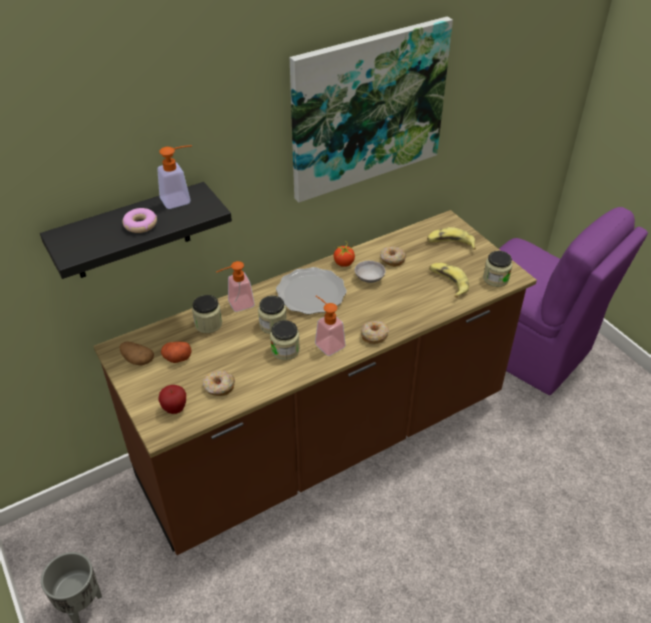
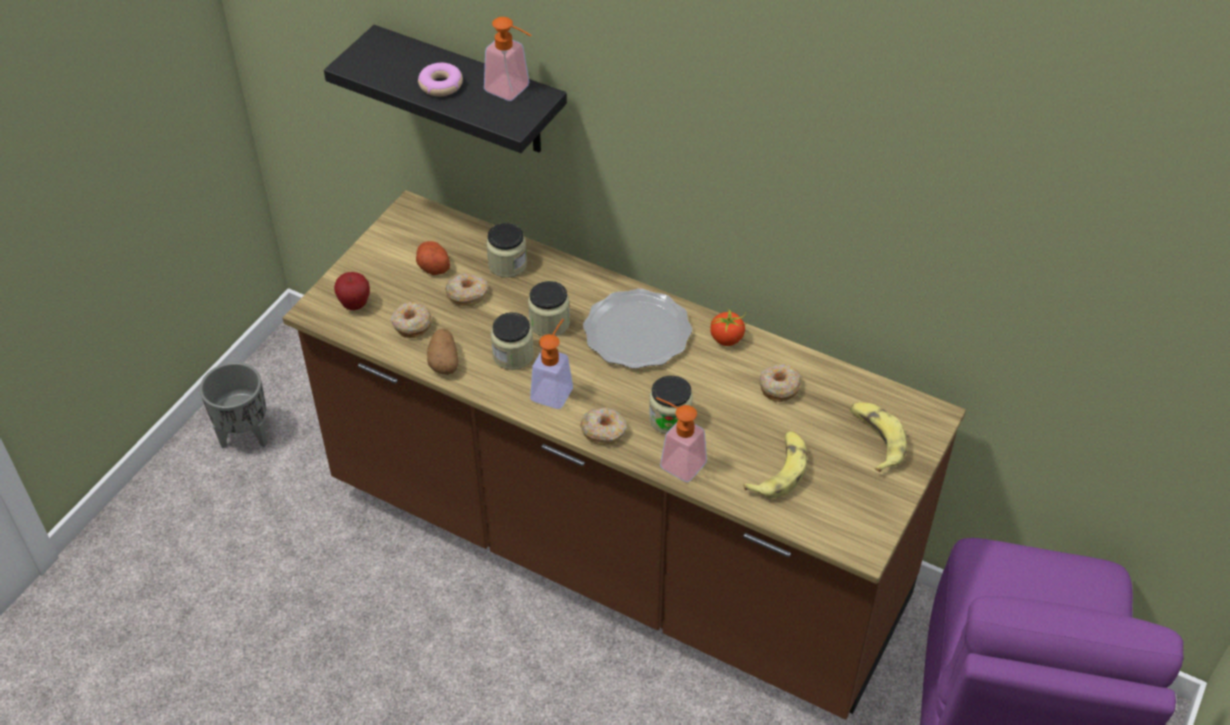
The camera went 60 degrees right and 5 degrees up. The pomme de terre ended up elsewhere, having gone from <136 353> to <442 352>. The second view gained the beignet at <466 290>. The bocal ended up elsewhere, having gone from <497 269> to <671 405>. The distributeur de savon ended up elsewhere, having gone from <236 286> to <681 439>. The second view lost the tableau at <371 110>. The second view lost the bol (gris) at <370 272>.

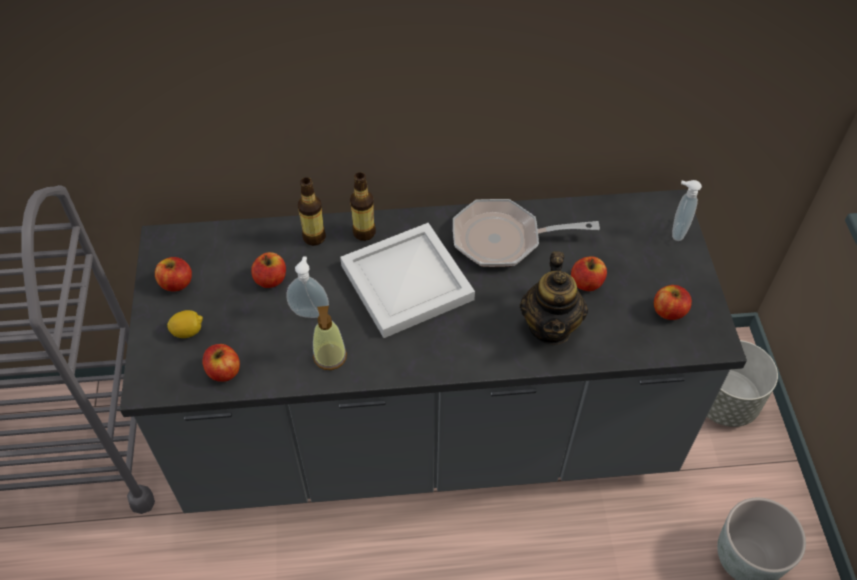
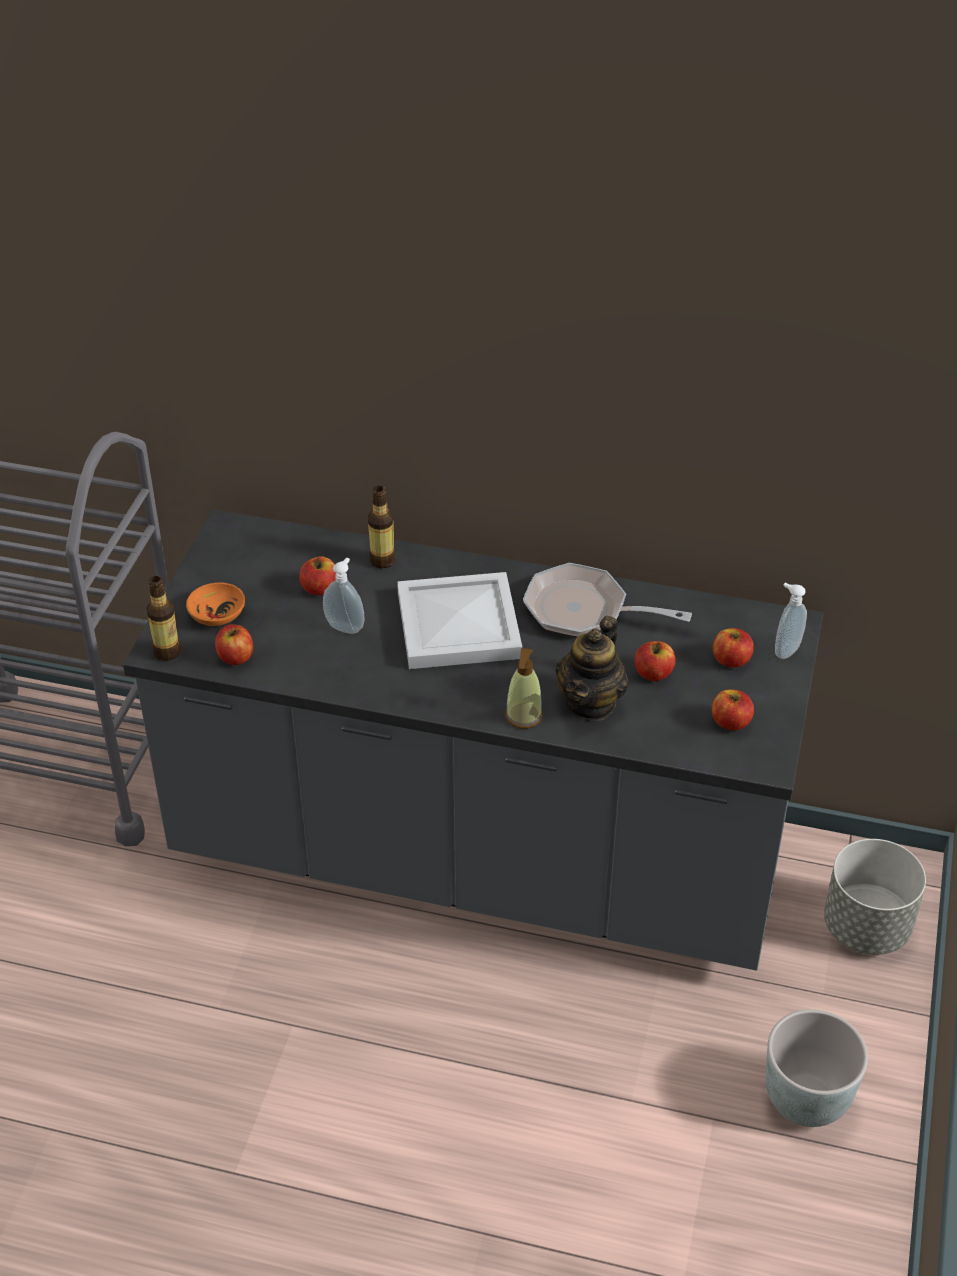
The camera went 20 degrees right and 10 degrees down. The bouteille ended up elsewhere, having gone from <363 206> to <163 618>. Where the citron stood at <185 324>, the bol (orange) came to stand at <215 604>. The distributeur de savon ended up elsewhere, having gone from <330 338> to <524 688>. The pomme ended up elsewhere, having gone from <173 274> to <733 648>.

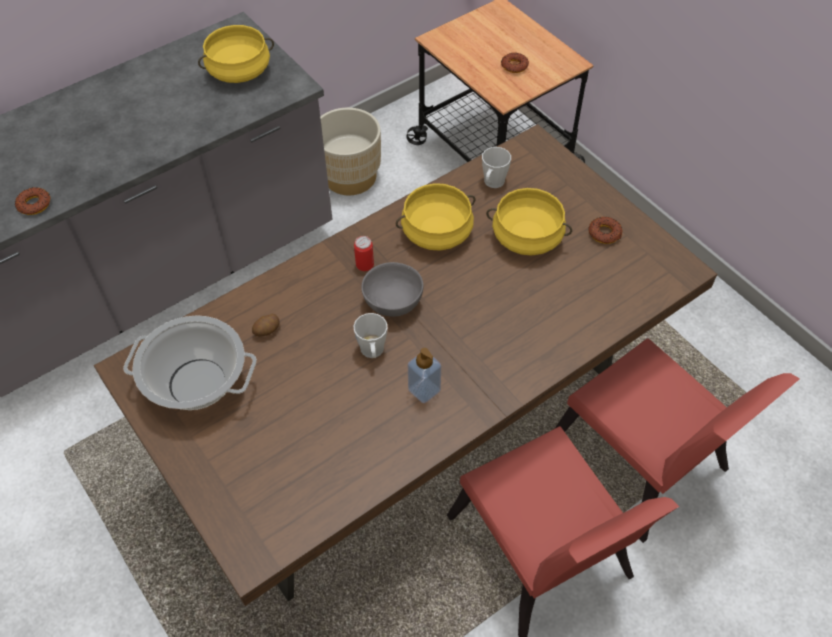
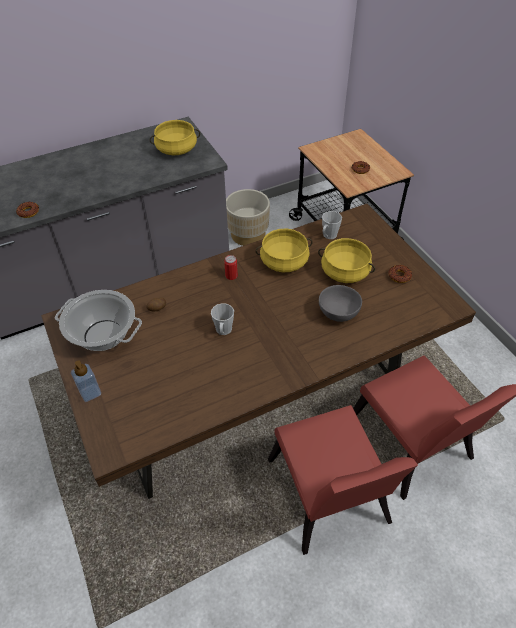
The camera went 10 degrees right and 5 degrees down. The distributeur de savon ended up elsewhere, having gone from <424 375> to <86 381>. The bol (gris) ended up elsewhere, having gone from <392 289> to <340 303>.

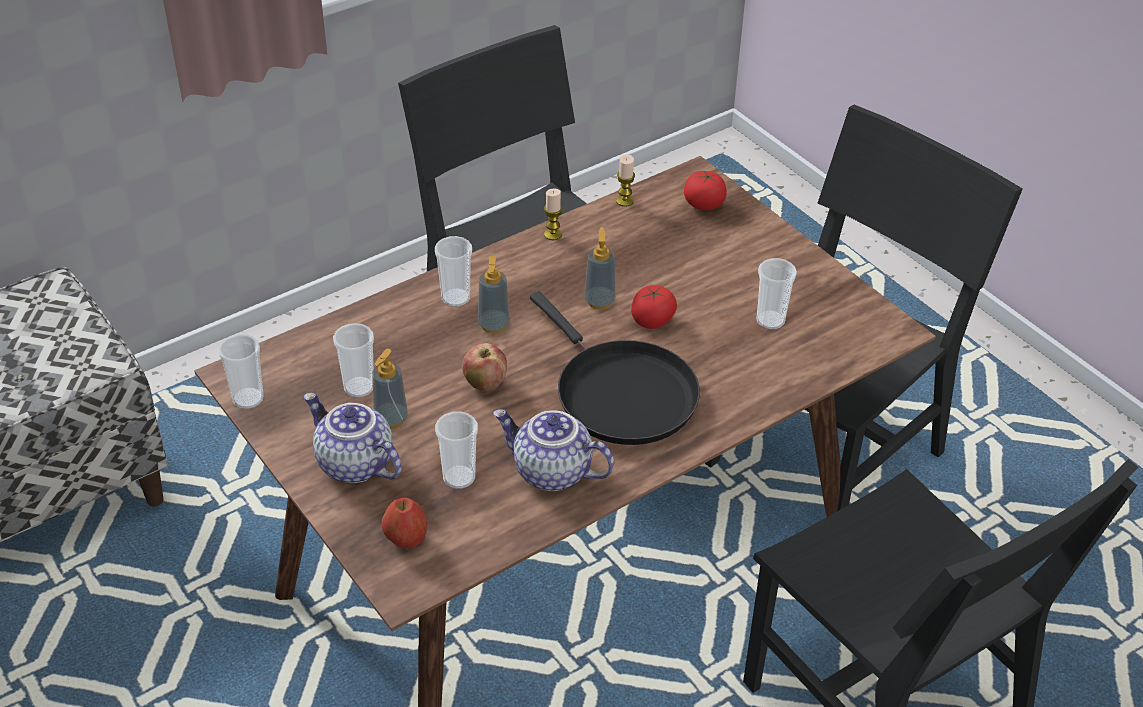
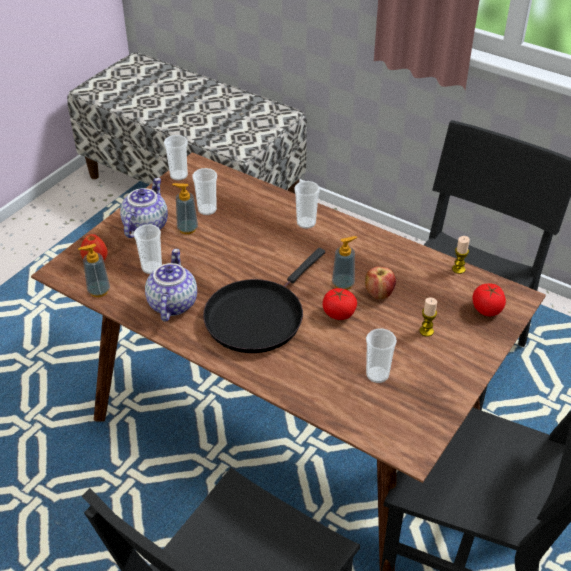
The camera went 70 degrees right and 0 degrees up. The distributeur de savon ended up elsewhere, having gone from <494 294> to <94 270>. The pomme ended up elsewhere, having gone from <484 367> to <380 283>. The bougie ended up elsewhere, having gone from <553 214> to <428 317>.

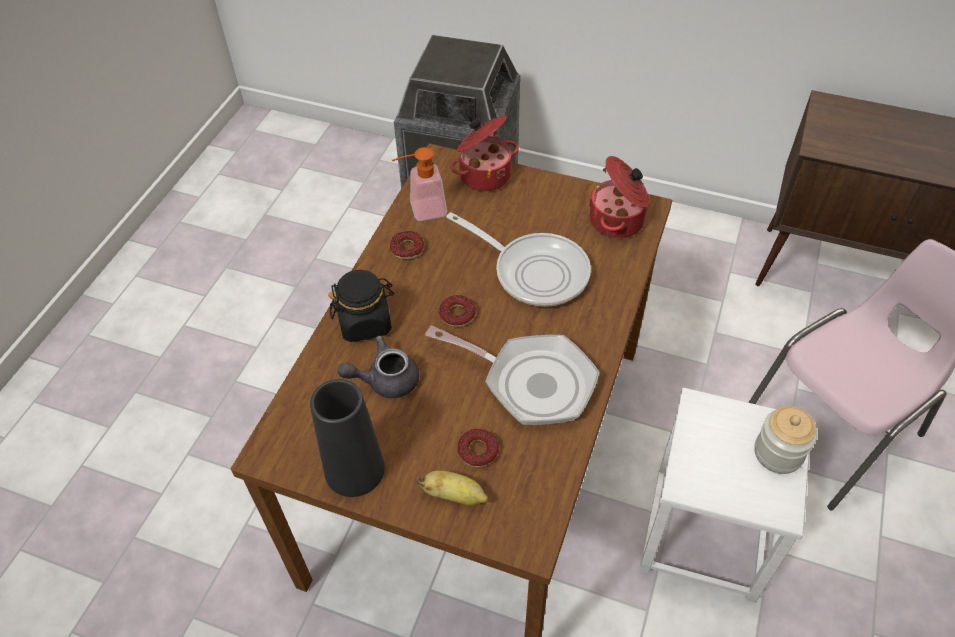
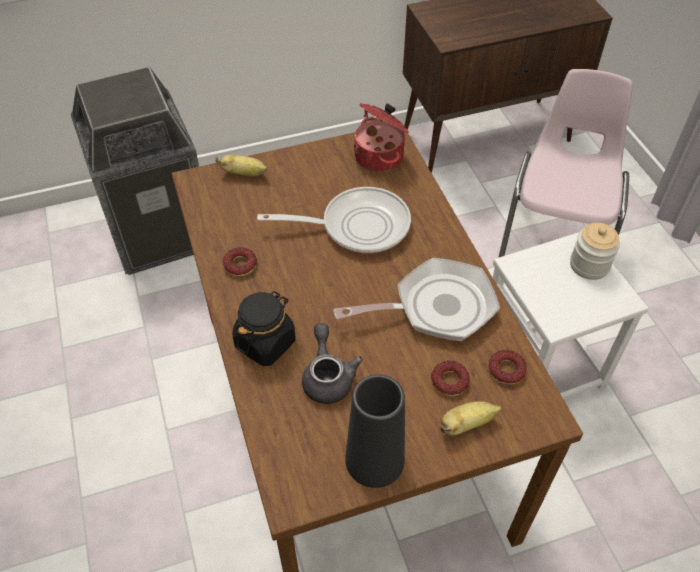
The camera went 40 degrees left and 0 degrees up. Where the marmite stood at <484 153>, the banane came to stand at <241 166>. The théière (gris) at <378 367> ended up facing another way, 135 degrees clockwise from before. The beignet ended up elsewhere, having gone from <457 311> to <507 367>. The second view lost the distributeur de savon at <419 184>.

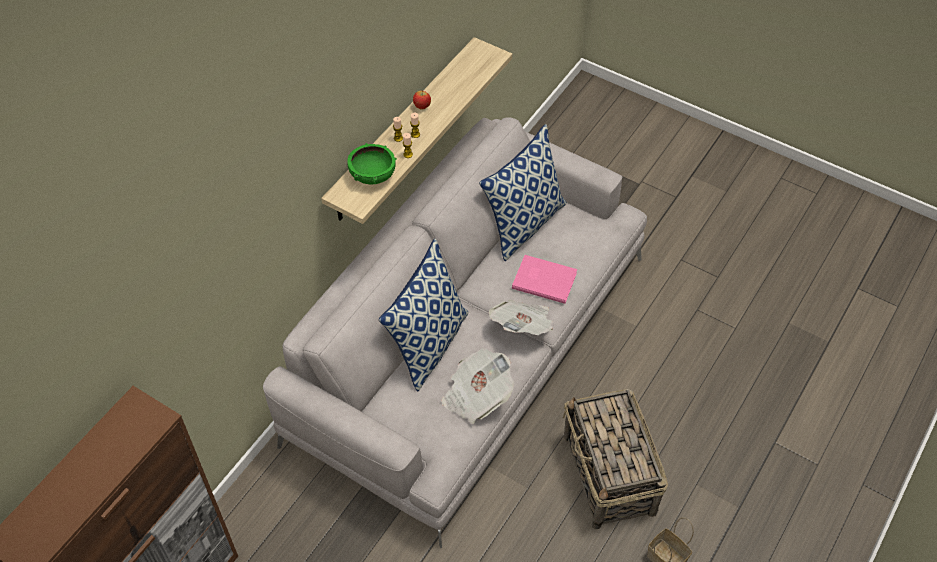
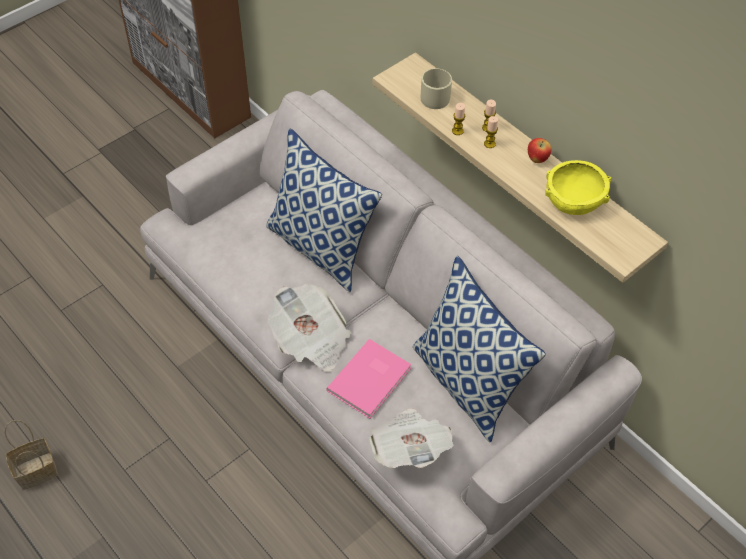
The camera went 105 degrees right and 0 degrees up. The journal ended up elsewhere, having gone from <477 386> to <411 438>. Where the bol (vert) stood at <372 163>, the mug (beige) came to stand at <436 89>. The second view gained the bol (jaune) at <578 187>. The second view lost the panier at <615 459>.

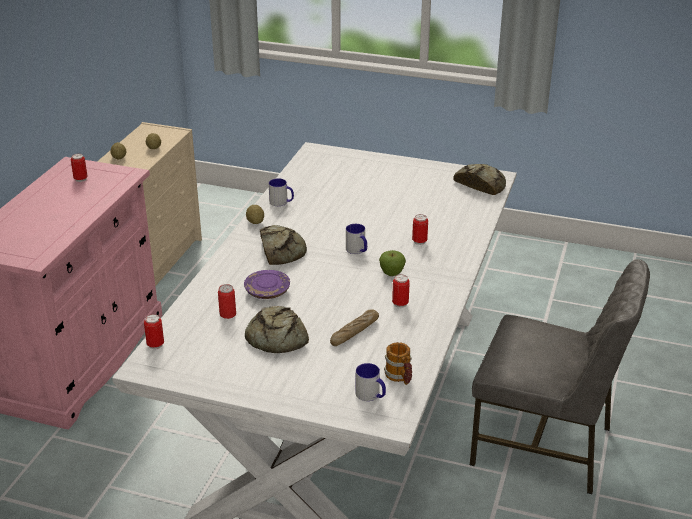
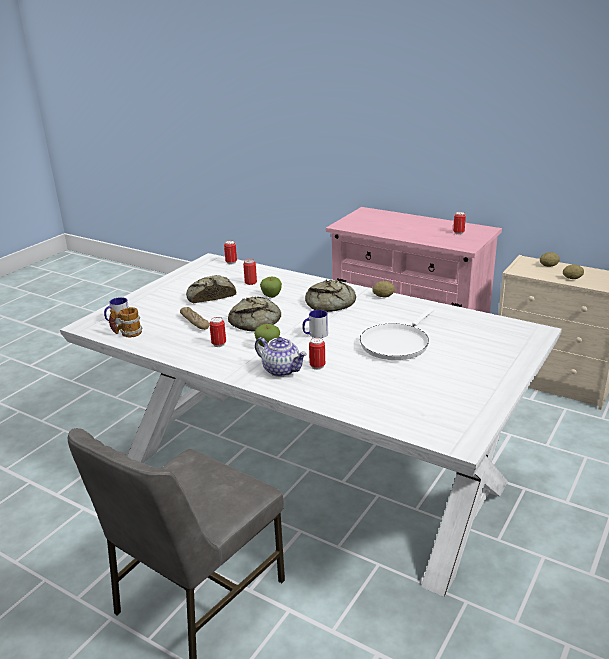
The camera went 105 degrees right and 5 degrees down. The pain ended up elsewhere, having gone from <479 179> to <254 314>. The second view gained the théière at <281 357>. Where the assiette (violet) stood at <267 284>, the pomme came to stand at <271 287>. The second view gained the poêle (blanc) at <397 334>. The second view lost the mug at <281 192>.

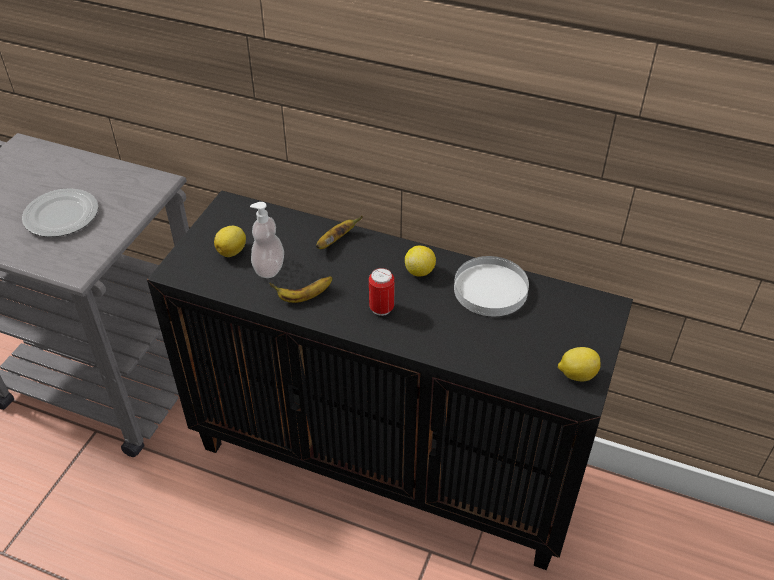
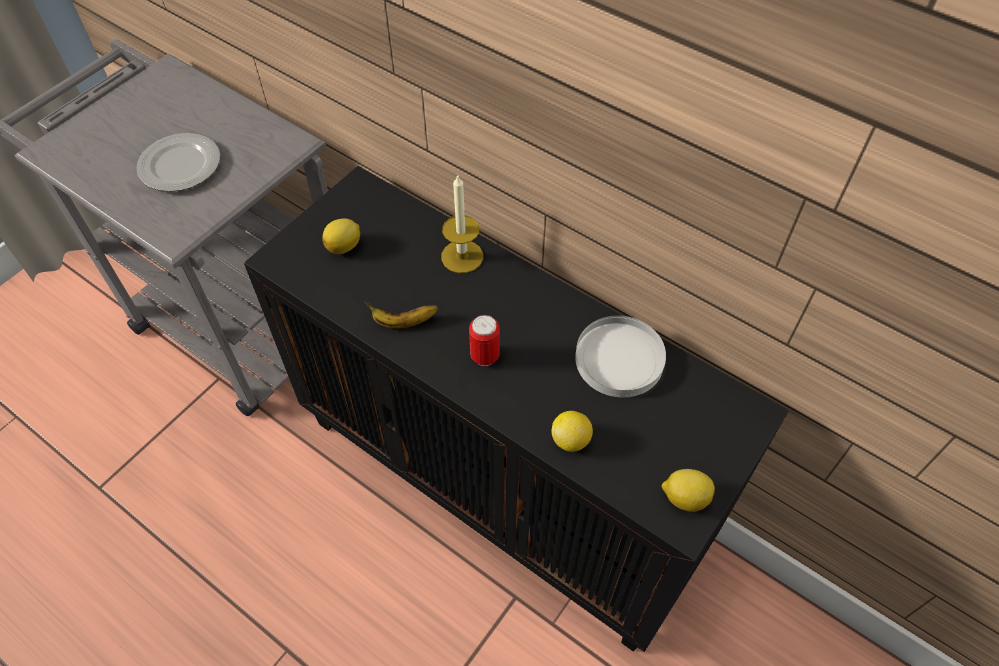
The camera went 15 degrees right and 10 degrees up. Where the banane stood at <339 232>, the bougie came to stand at <462 223>. The citron ended up elsewhere, having gone from <420 261> to <572 431>. The second view lost the distributeur de savon at <267 240>.

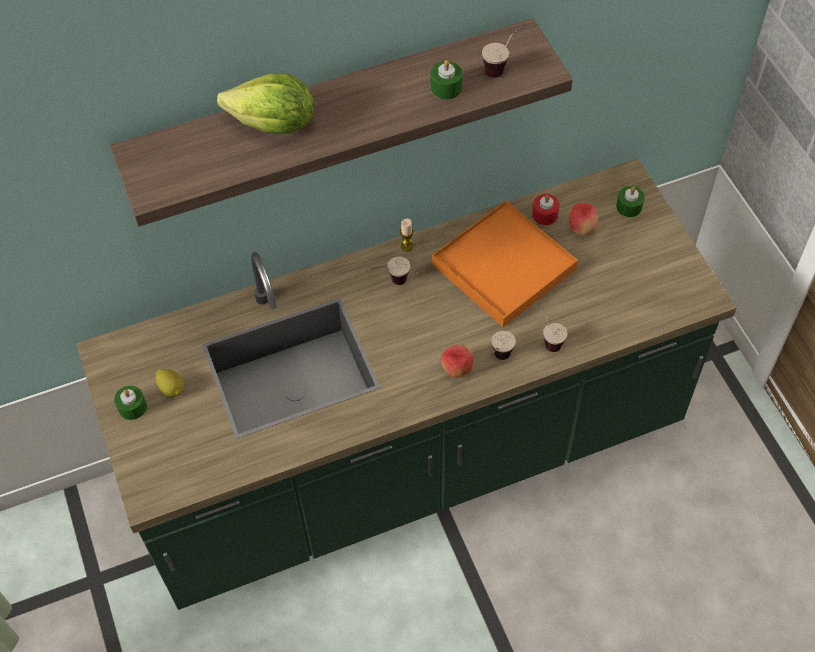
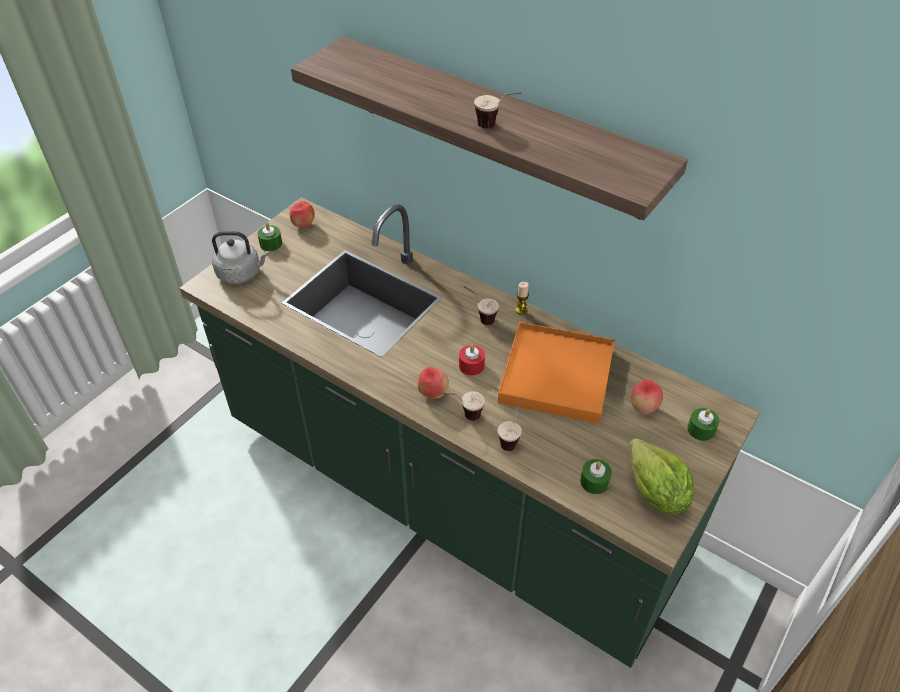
The camera went 55 degrees right and 10 degrees down. The second view gained the bouilloire (gris) at <240 257>. The second view gained the pomme at <302 214>. The bougie (rouge) ended up elsewhere, having gone from <546 209> to <472 359>. The tasse ended up elsewhere, having gone from <504 51> to <497 110>. The bougie (vert) ended up elsewhere, having gone from <447 79> to <596 476>. The laitue ended up elsewhere, having gone from <265 103> to <661 476>. The second view lost the citron at <170 383>.

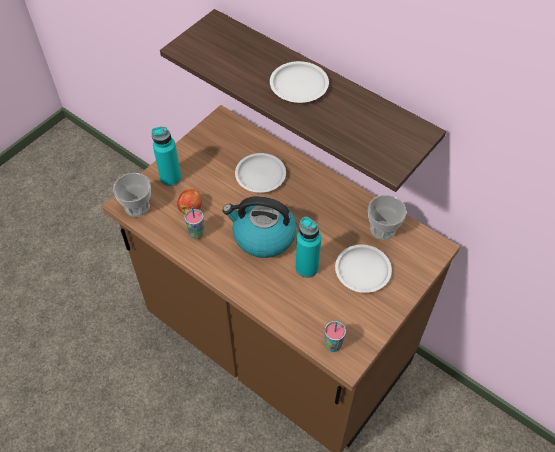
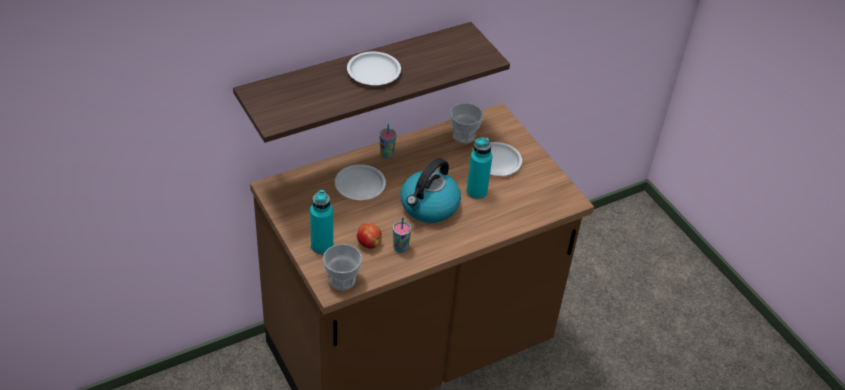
The camera went 70 degrees left and 10 degrees down. The tasse ended up elsewhere, having gone from <335 336> to <387 140>.

